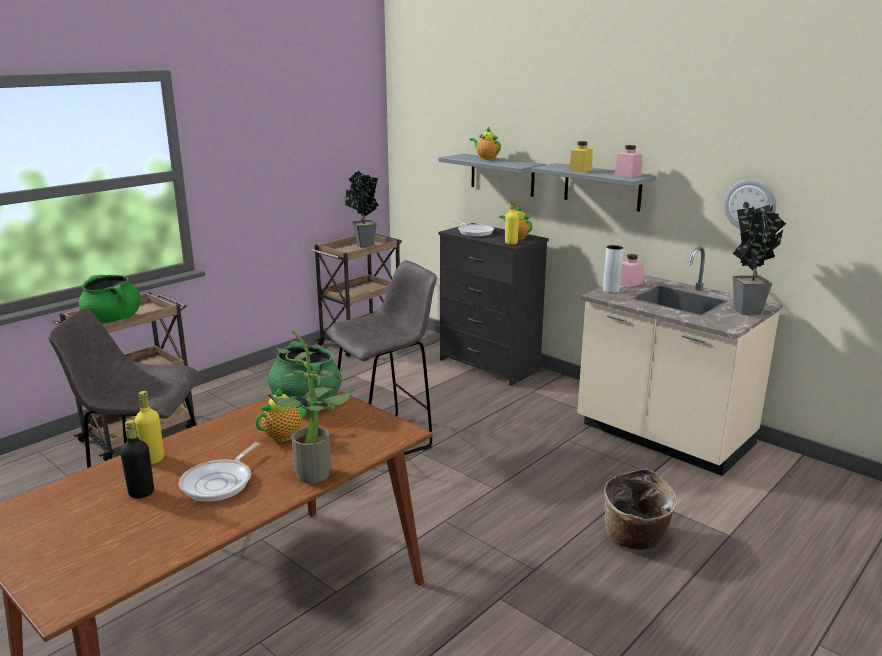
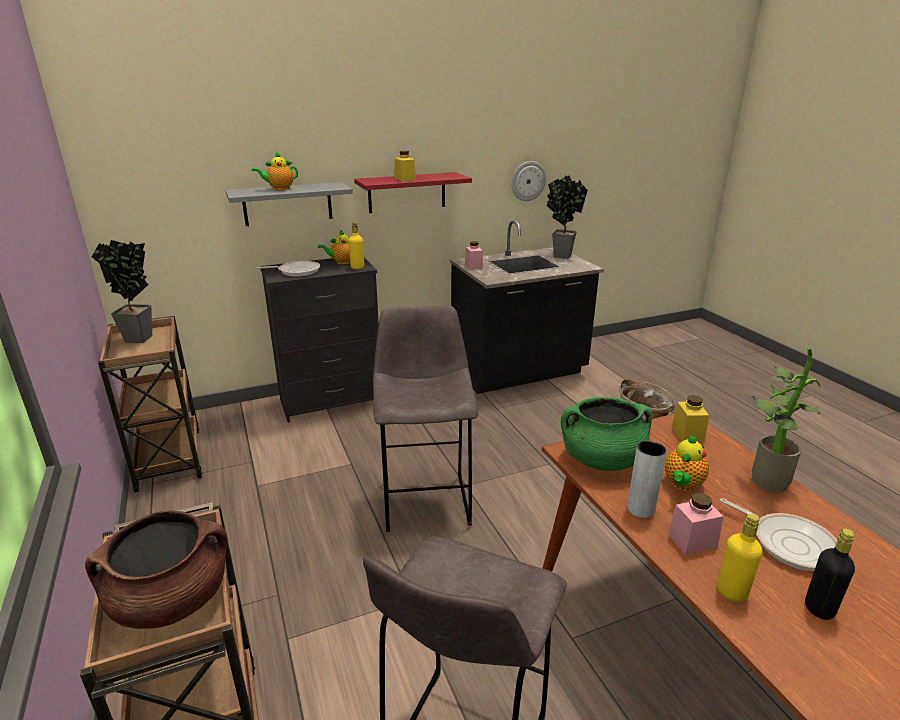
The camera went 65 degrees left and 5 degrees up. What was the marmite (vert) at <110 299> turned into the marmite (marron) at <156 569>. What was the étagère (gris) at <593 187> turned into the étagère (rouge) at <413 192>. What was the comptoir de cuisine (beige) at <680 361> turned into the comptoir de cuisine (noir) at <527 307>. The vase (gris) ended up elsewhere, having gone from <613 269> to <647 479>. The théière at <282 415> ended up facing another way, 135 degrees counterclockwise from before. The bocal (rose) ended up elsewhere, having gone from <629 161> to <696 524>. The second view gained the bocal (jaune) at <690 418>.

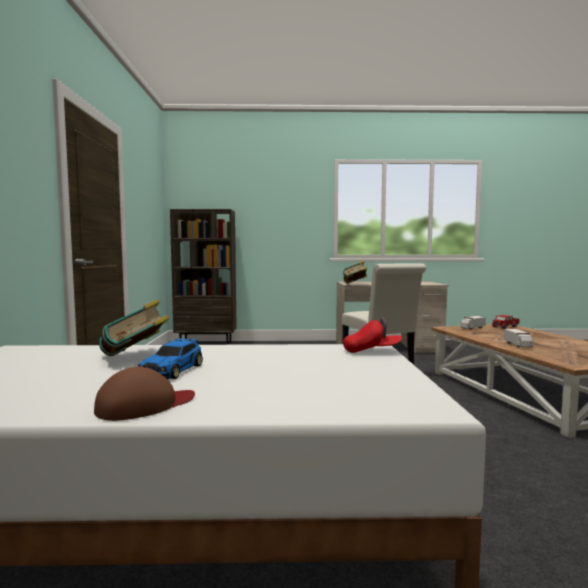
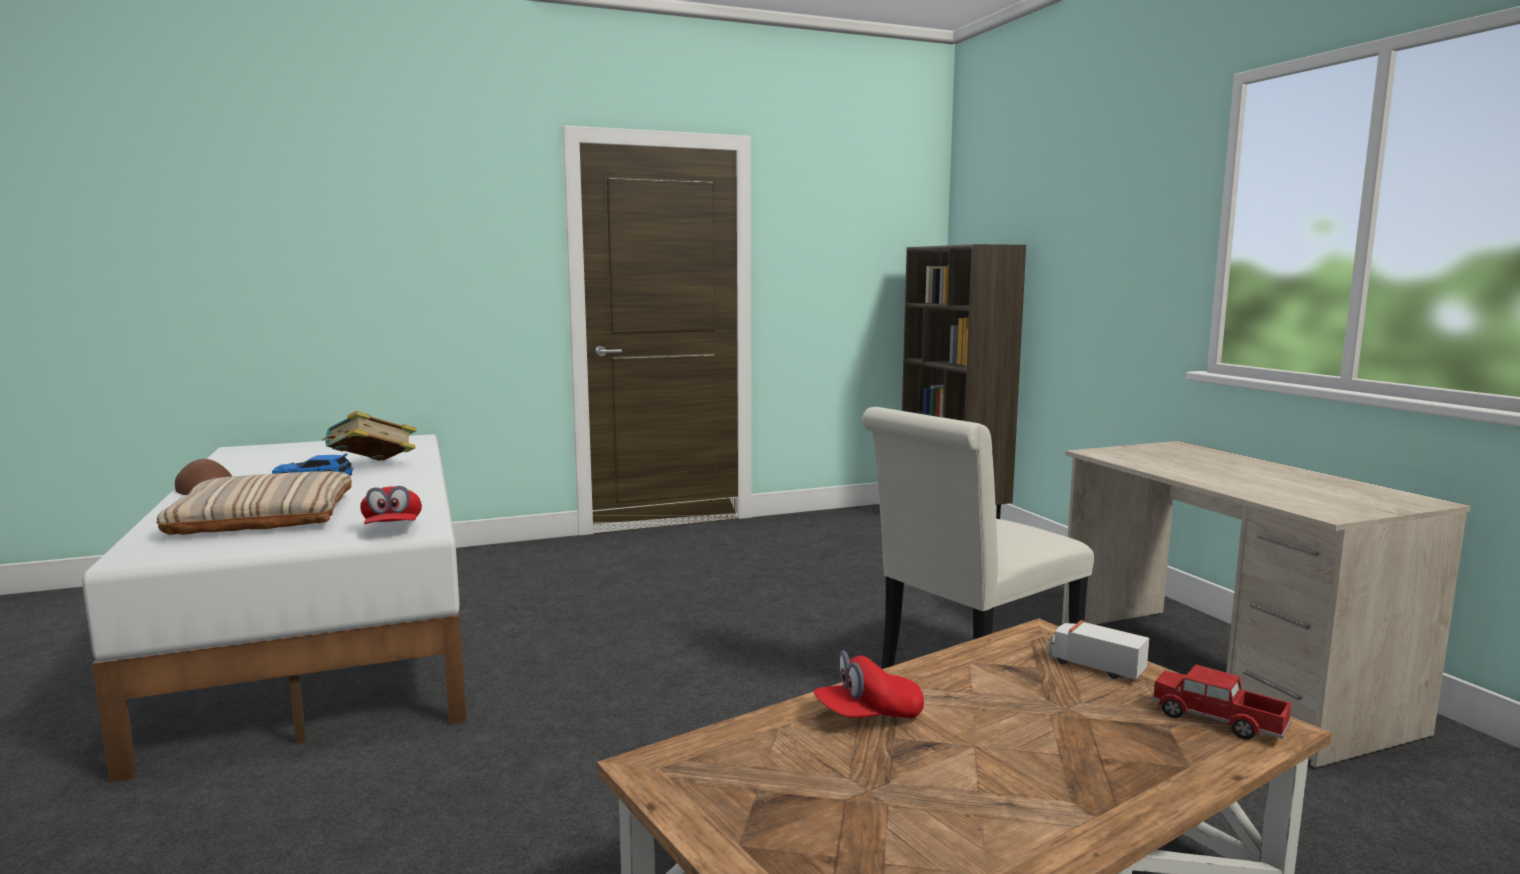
The camera went 70 degrees right and 5 degrees up. The second view gained the coussin (beige) at <254 503>. Where the camion jouet stood at <518 338>, the casquette (rouge) came to stand at <868 684>. The second view lost the livre at <355 272>.

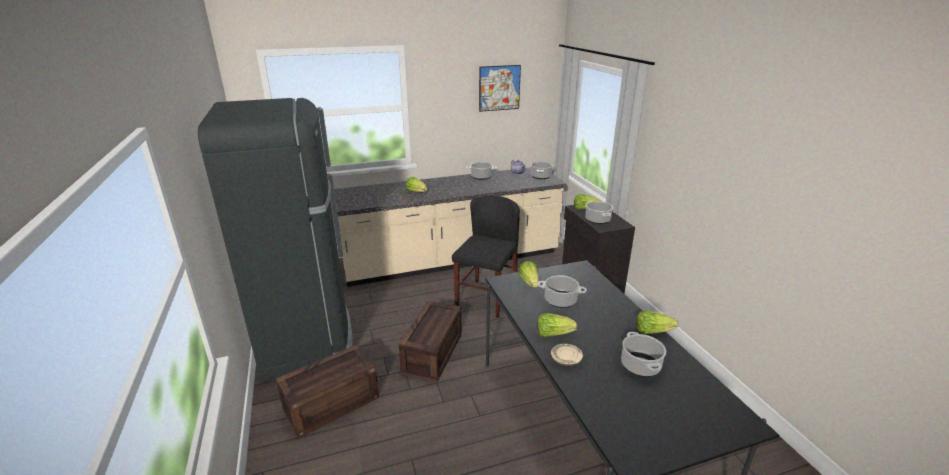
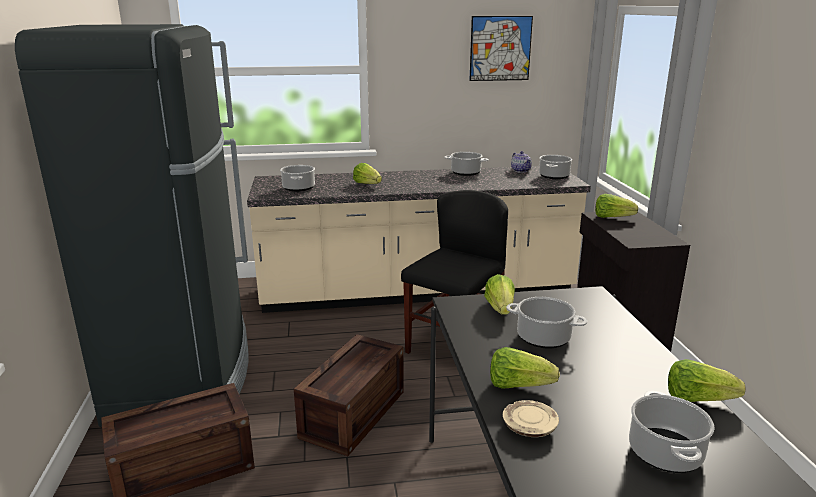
The camera went 10 degrees right and 5 degrees down. The marmite ended up elsewhere, having gone from <599 212> to <297 178>.

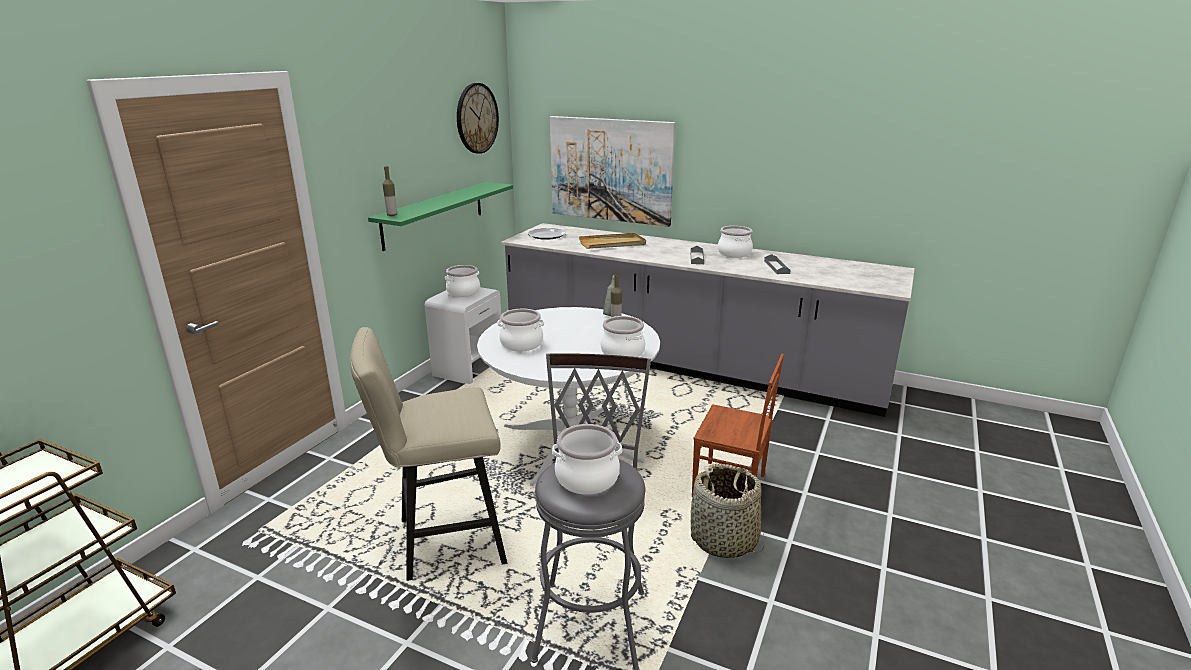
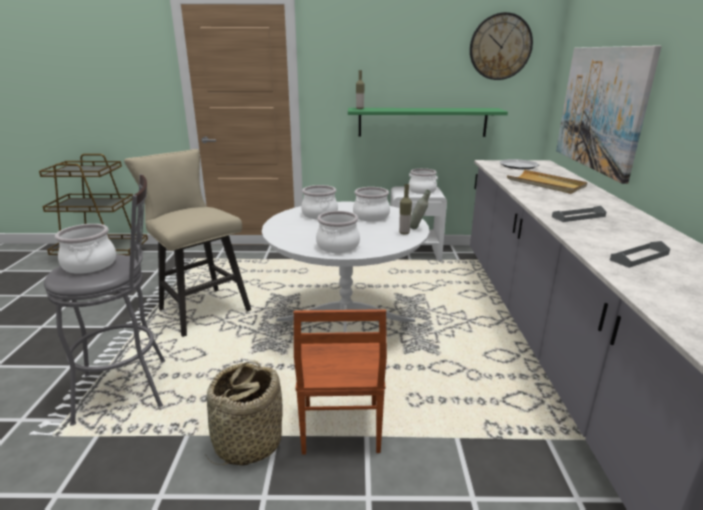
The camera went 65 degrees right and 0 degrees up. The marmite ended up elsewhere, having gone from <735 241> to <371 204>.

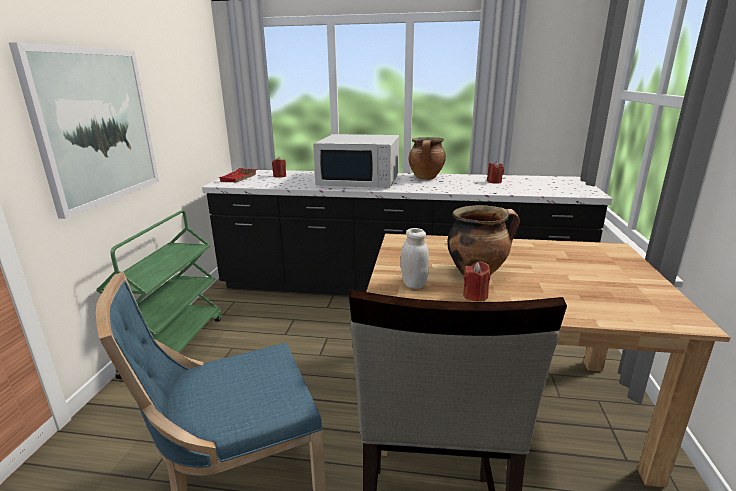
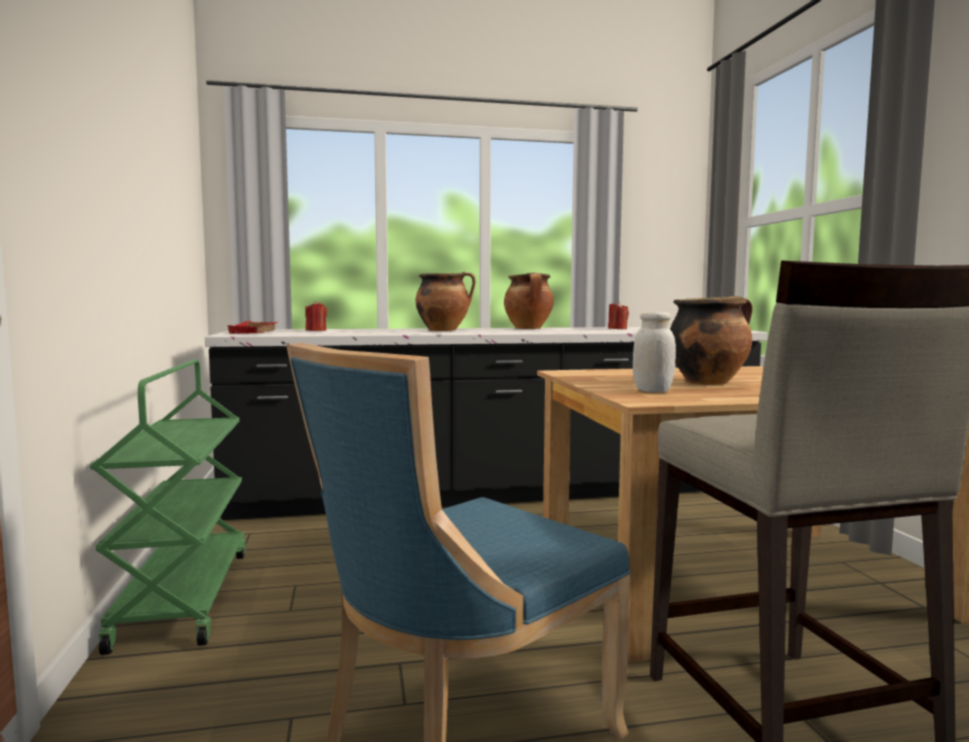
The camera went 20 degrees left and 15 degrees down. Where the micro-ondes (blanc) stood at <356 161>, the marmite came to stand at <445 301>. The second view lost the tableau at <84 130>. The second view lost the bougie (rouge) at <477 281>.

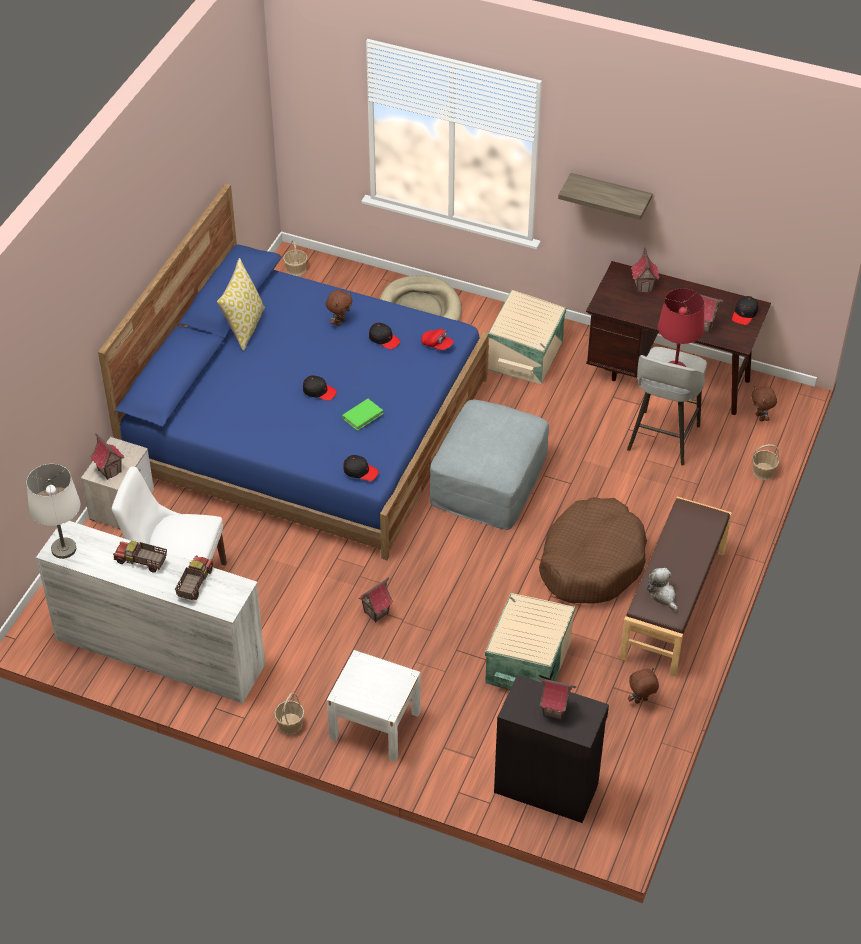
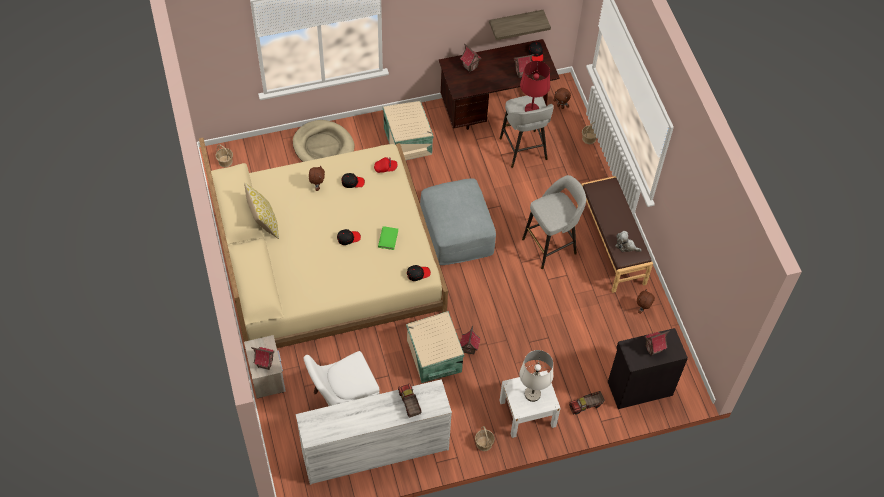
The camera went 40 degrees left and 10 degrees up. What was the lit (bleu) at <293 371> turned into the lit (beige) at <323 243>. The boîte de rangement (beige) ended up elsewhere, having gone from <530 641> to <435 347>. The étagère ended up elsewhere, having gone from <605 196> to <520 25>. The lampe de table (blanc) ended up elsewhere, having gone from <53 511> to <536 376>. Where the panier pour chien (marron) stood at <593 550>, the tabouret (gris) came to stand at <554 222>. The camion jouet ended up elsewhere, having gone from <140 557> to <587 402>.

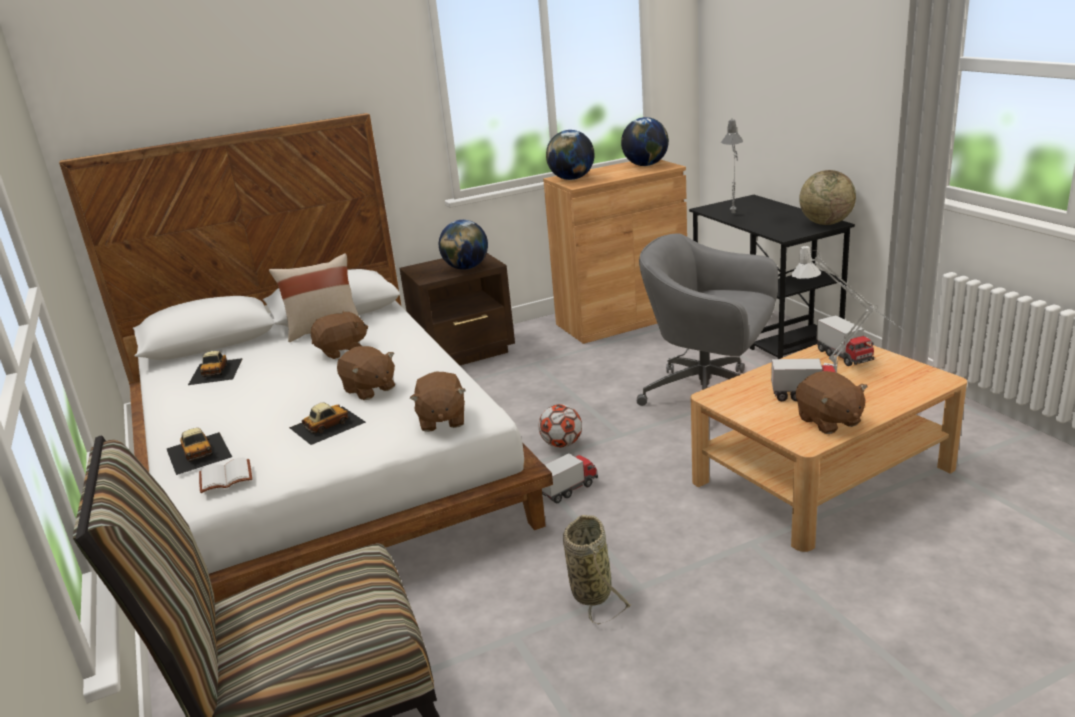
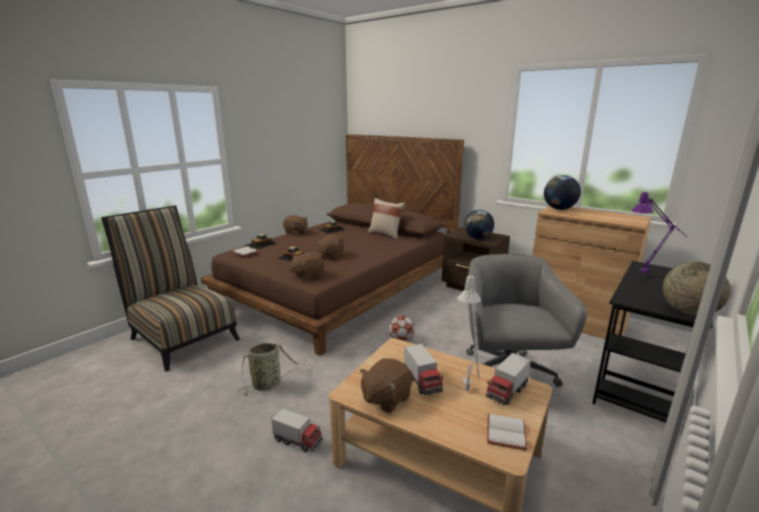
The camera went 60 degrees right and 5 degrees down. What was the lit (blanc) at <306 358> turned into the lit (marron) at <332 245>. The camion jouet ended up elsewhere, having gone from <570 478> to <297 430>. The peluche (marron) ended up elsewhere, having gone from <339 335> to <295 225>. The second view gained the livre (blanc) at <507 432>. What was the lampe de table (gris) at <732 166> turned into the lampe de table (violet) at <659 234>. The second view lost the globe at <645 141>.

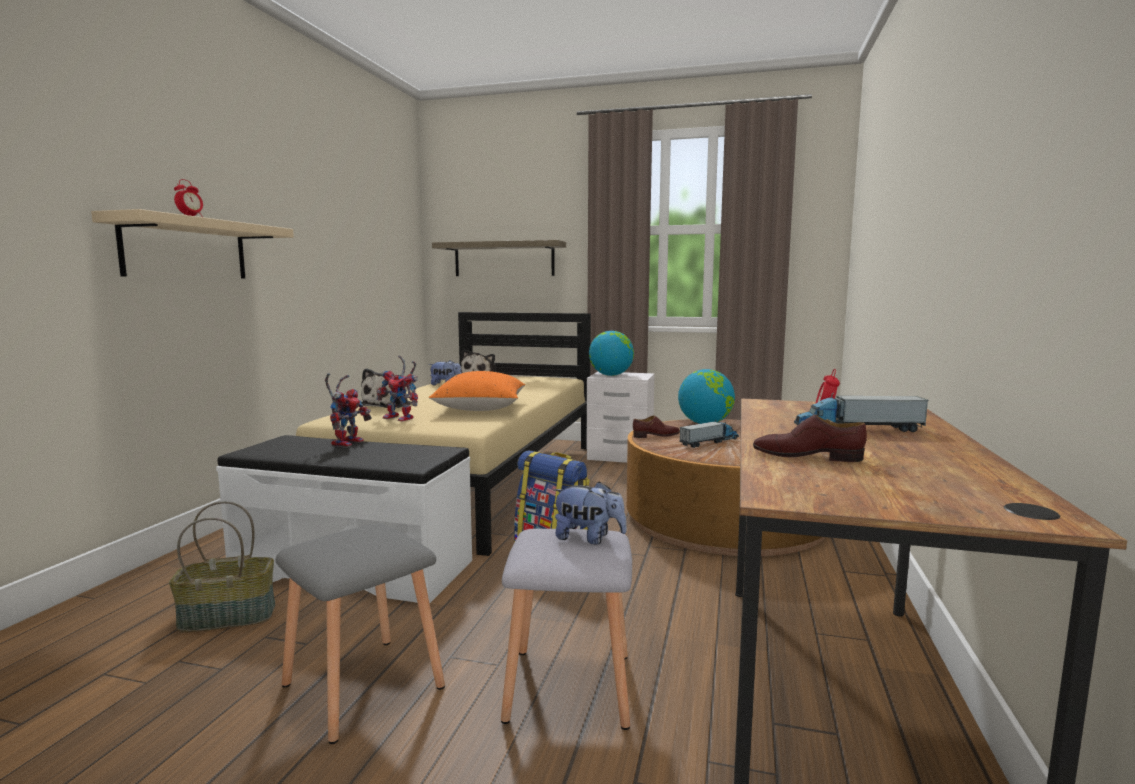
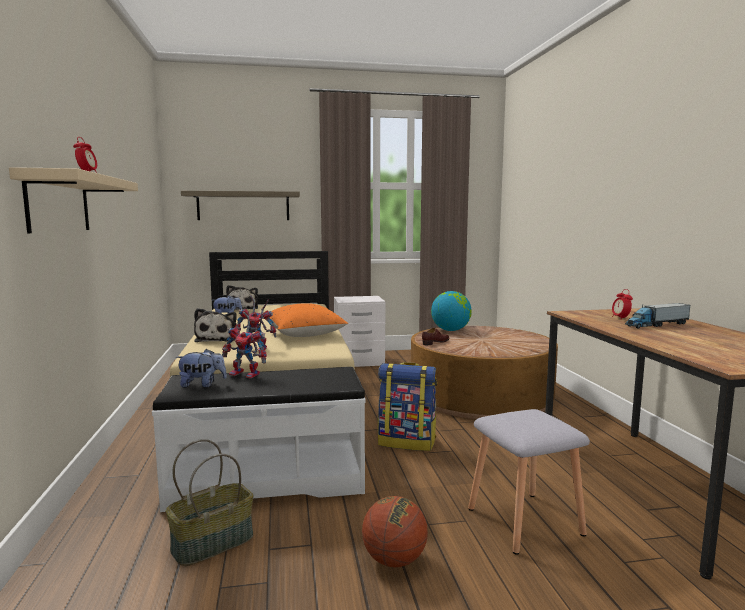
The camera went 25 degrees left and 0 degrees up. The peluche ended up elsewhere, having gone from <589 512> to <201 368>. The robot jouet at <348 410> ended up facing another way, 120 degrees clockwise from before. Where the tabouret (gris) stood at <360 633>, the ballon de basket came to stand at <395 531>. The second view lost the globe at <611 353>. The second view lost the camion jouet at <709 434>. The second view lost the chaussure (marron) at <810 438>.

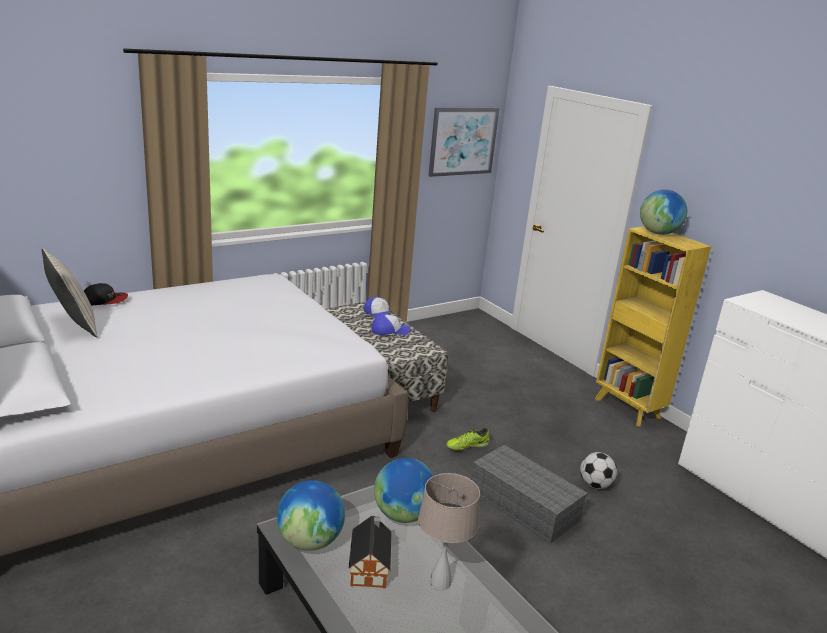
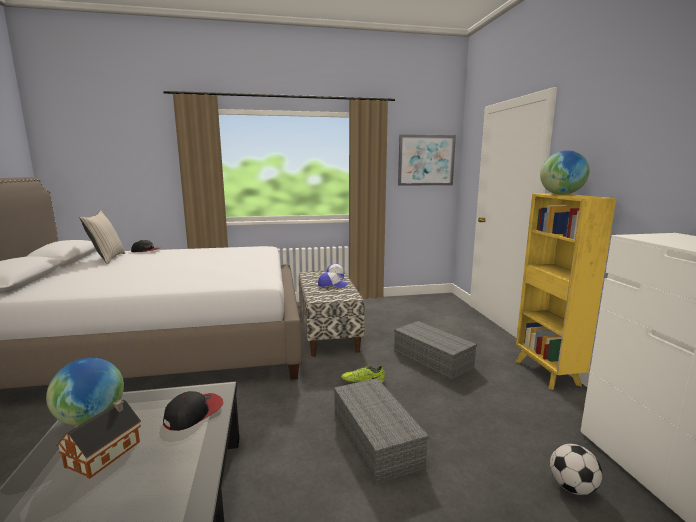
The camera went 25 degrees right and 10 degrees down. Where the globe stood at <404 490>, the casquette came to stand at <193 411>. The second view gained the boîte de rangement (gris) at <435 350>. The ballon de foot ended up elsewhere, having gone from <598 470> to <576 469>. The second view lost the lampe de table (beige) at <449 531>.

